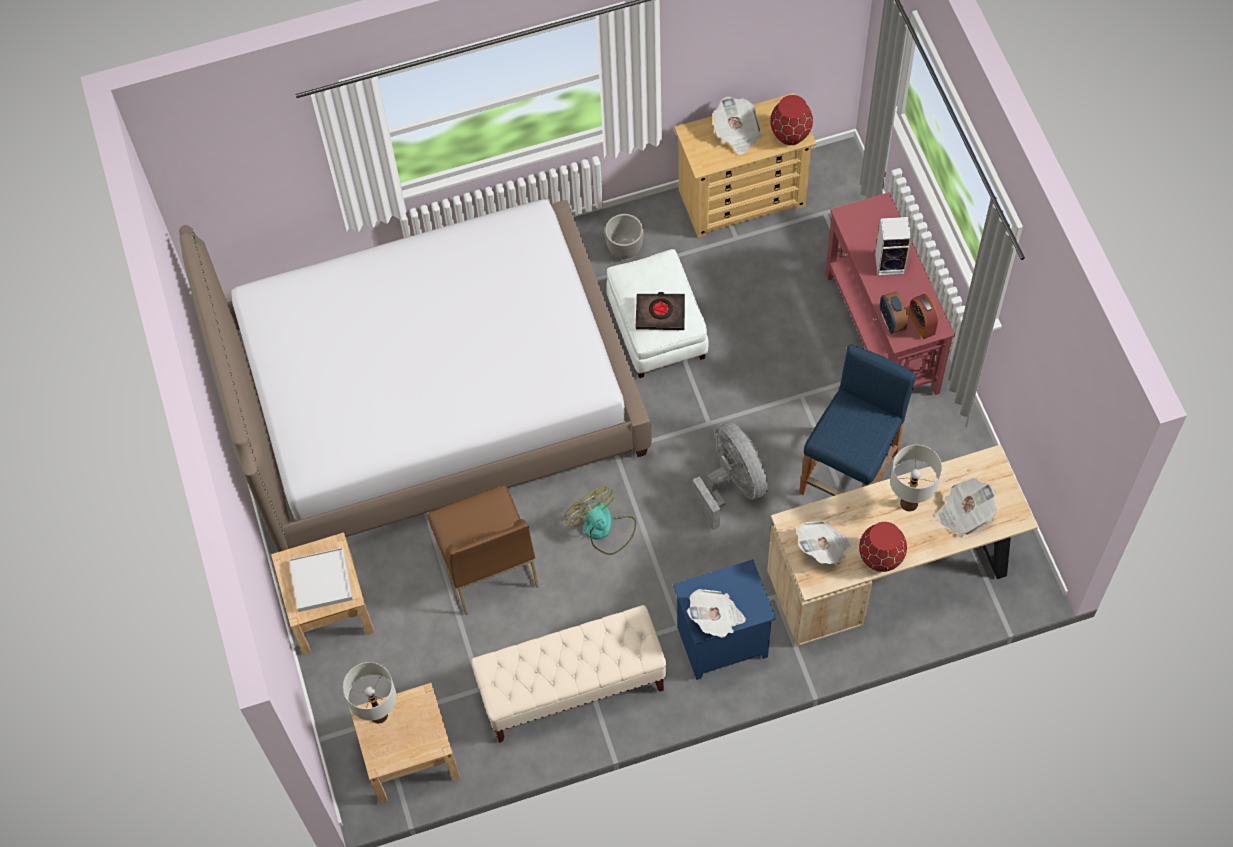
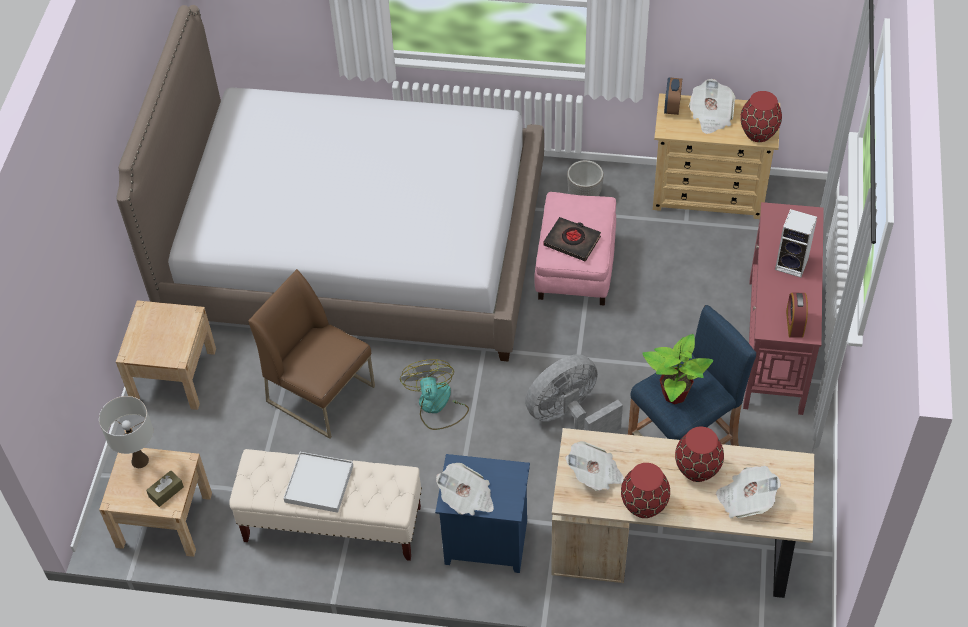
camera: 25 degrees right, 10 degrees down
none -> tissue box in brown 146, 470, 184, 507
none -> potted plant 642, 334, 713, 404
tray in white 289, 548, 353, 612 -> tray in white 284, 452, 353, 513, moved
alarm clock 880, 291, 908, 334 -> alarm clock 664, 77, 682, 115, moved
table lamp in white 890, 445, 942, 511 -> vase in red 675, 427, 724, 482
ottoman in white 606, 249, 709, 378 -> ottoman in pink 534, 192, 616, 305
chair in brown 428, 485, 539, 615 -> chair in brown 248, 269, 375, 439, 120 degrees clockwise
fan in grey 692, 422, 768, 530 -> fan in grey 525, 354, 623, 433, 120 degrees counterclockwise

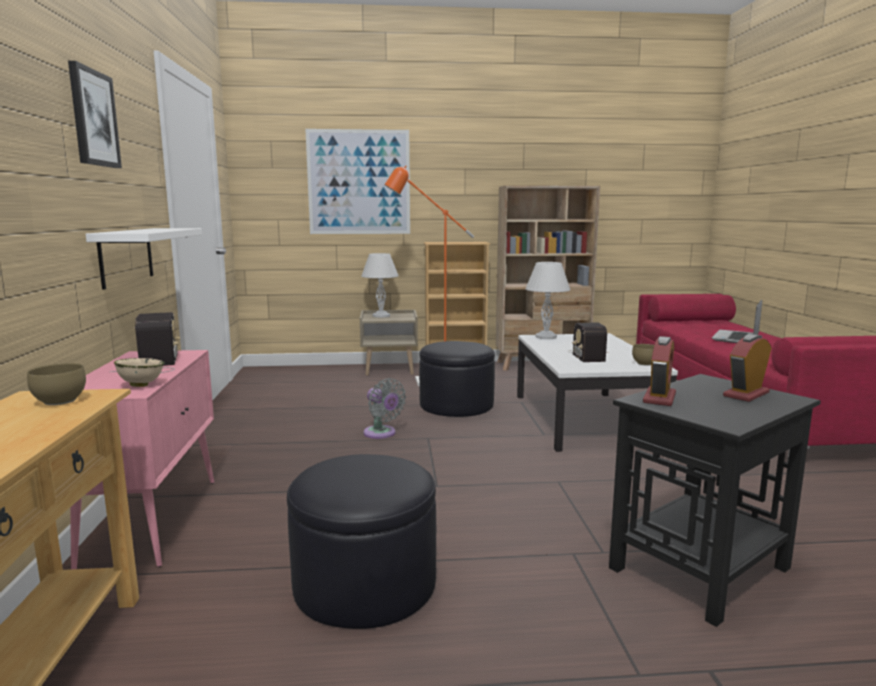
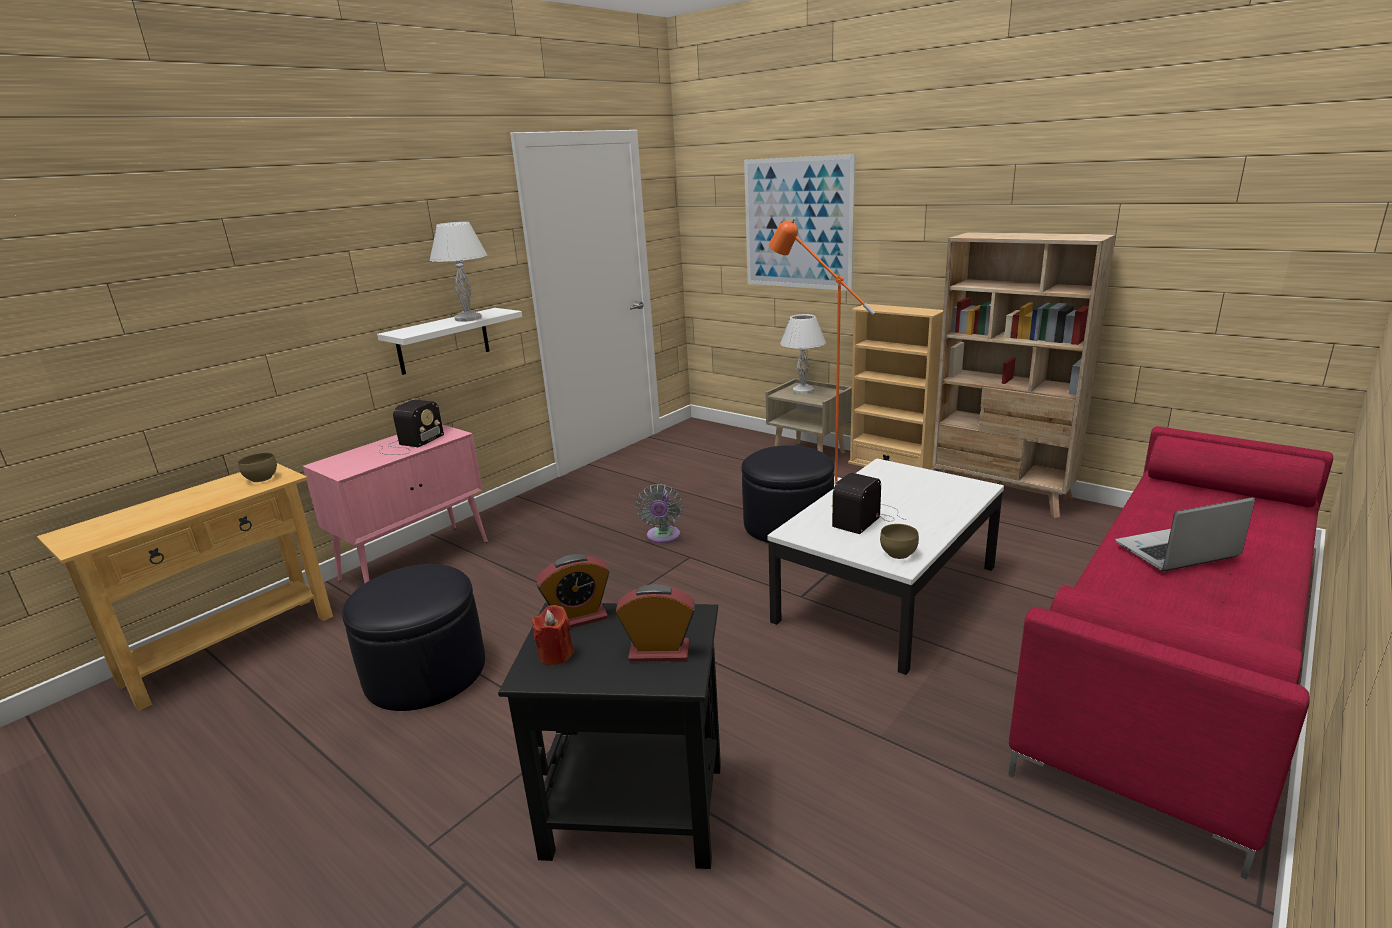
camera: 45 degrees right, 10 degrees up
picture 68, 61, 122, 168 -> none
bowl in beige 114, 358, 165, 387 -> none
none -> candle in red 532, 605, 573, 665
table lamp in white 525, 262, 571, 339 -> table lamp in white 430, 222, 487, 322, moved

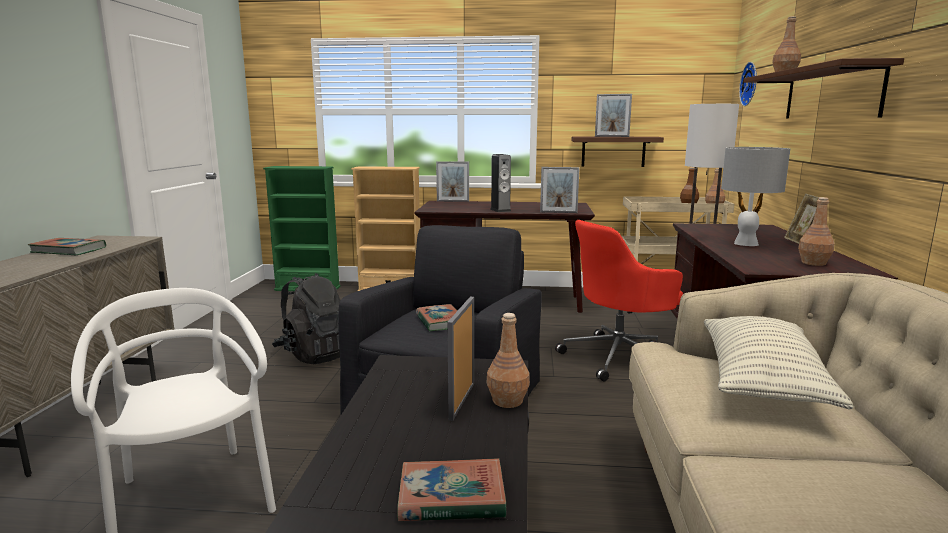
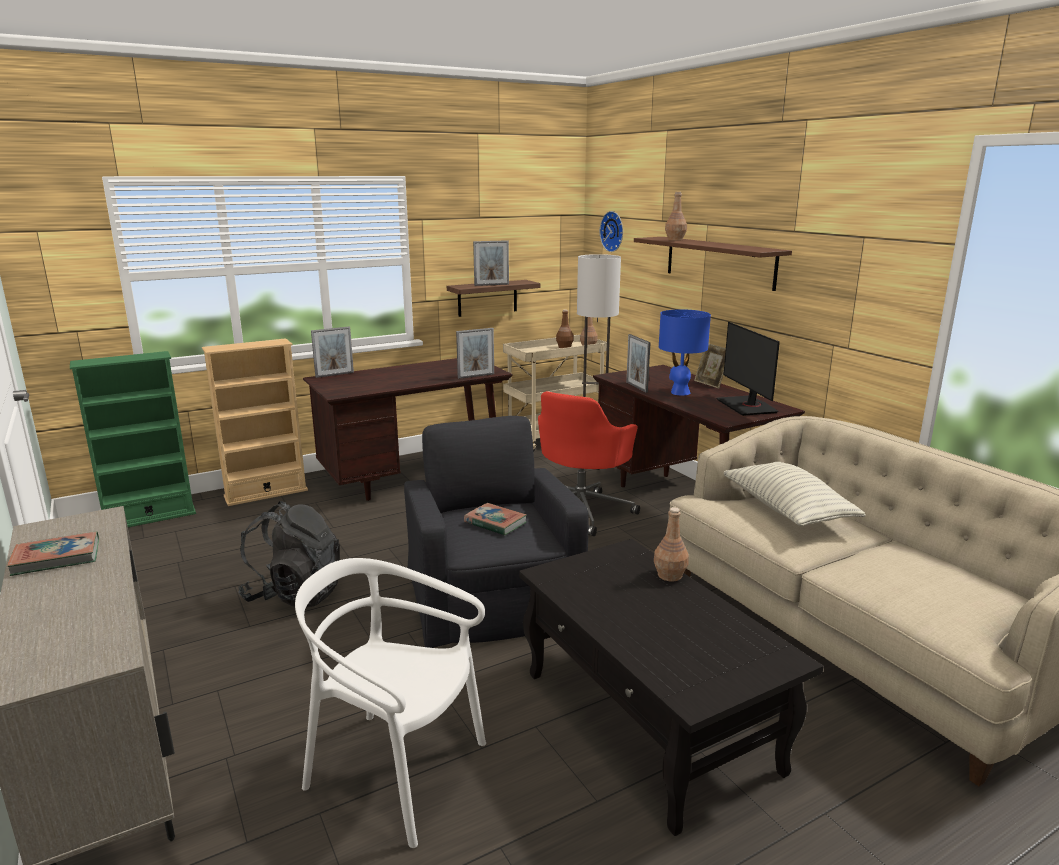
camera: 35 degrees left, 5 degrees up
book 397, 458, 506, 521 -> none
speaker 490, 154, 511, 212 -> none
picture frame 447, 297, 474, 421 -> picture frame 626, 334, 651, 393, moved
bottle in brown 798, 197, 835, 266 -> monitor 717, 322, 780, 416
table lamp in grey 721, 147, 790, 246 -> table lamp in blue 659, 309, 711, 396

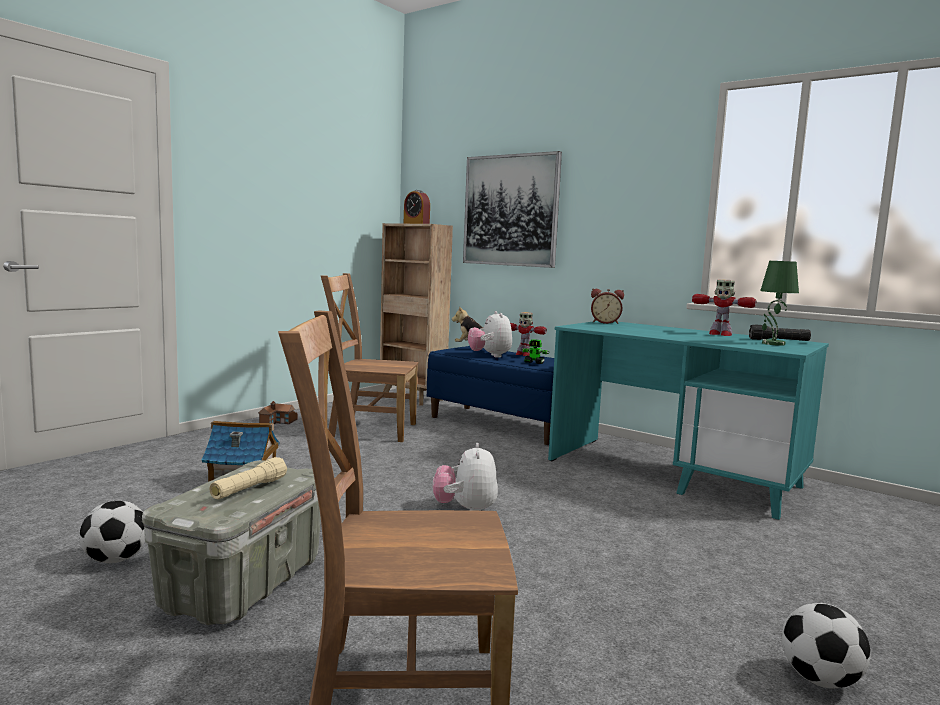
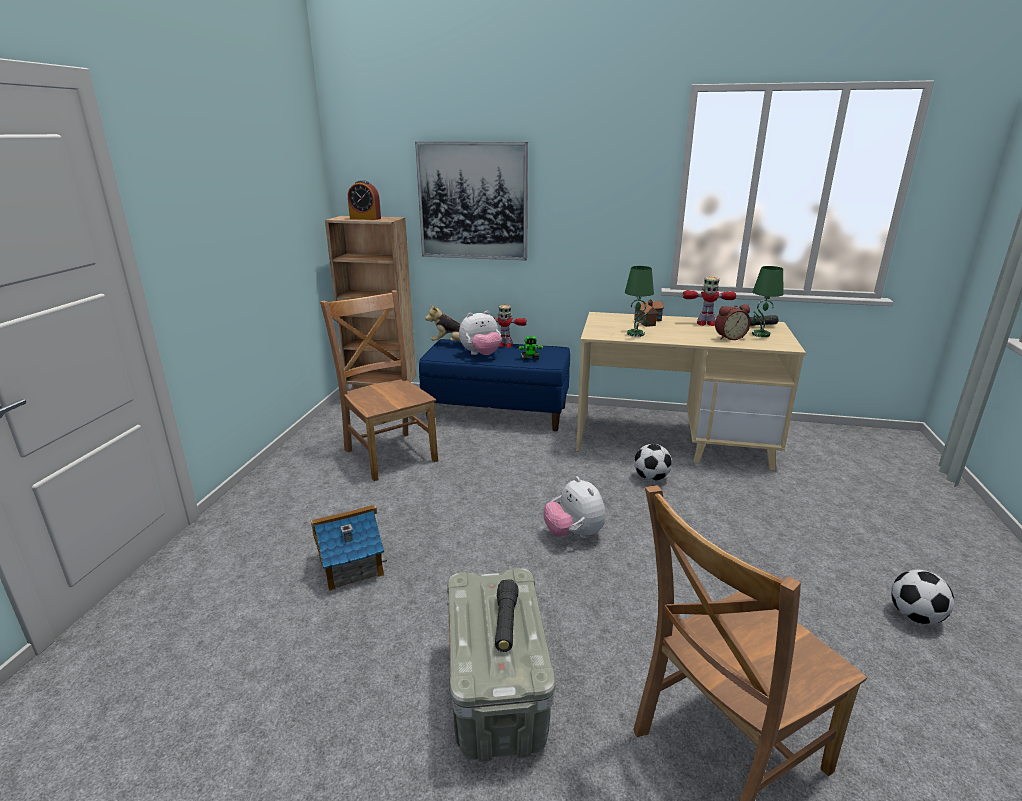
camera: 25 degrees left, 15 degrees up
none -> table lamp in green 625, 266, 654, 337
football 79, 501, 145, 563 -> football 634, 444, 672, 481, moved
toy house 258, 401, 297, 424 -> toy house 634, 299, 664, 327, moved
alarm clock 591, 289, 624, 324 -> alarm clock 715, 304, 751, 340, moved
flashlight in beige 209, 457, 287, 499 -> flashlight in black 495, 579, 519, 652
desk in turquoise 548, 321, 829, 520 -> desk in beige 576, 312, 806, 470
chair in brown 321, 273, 419, 442 -> chair in brown 320, 290, 438, 481, 75 degrees clockwise
plush toy 468, 311, 512, 358 -> plush toy 459, 311, 501, 355, 75 degrees counterclockwise

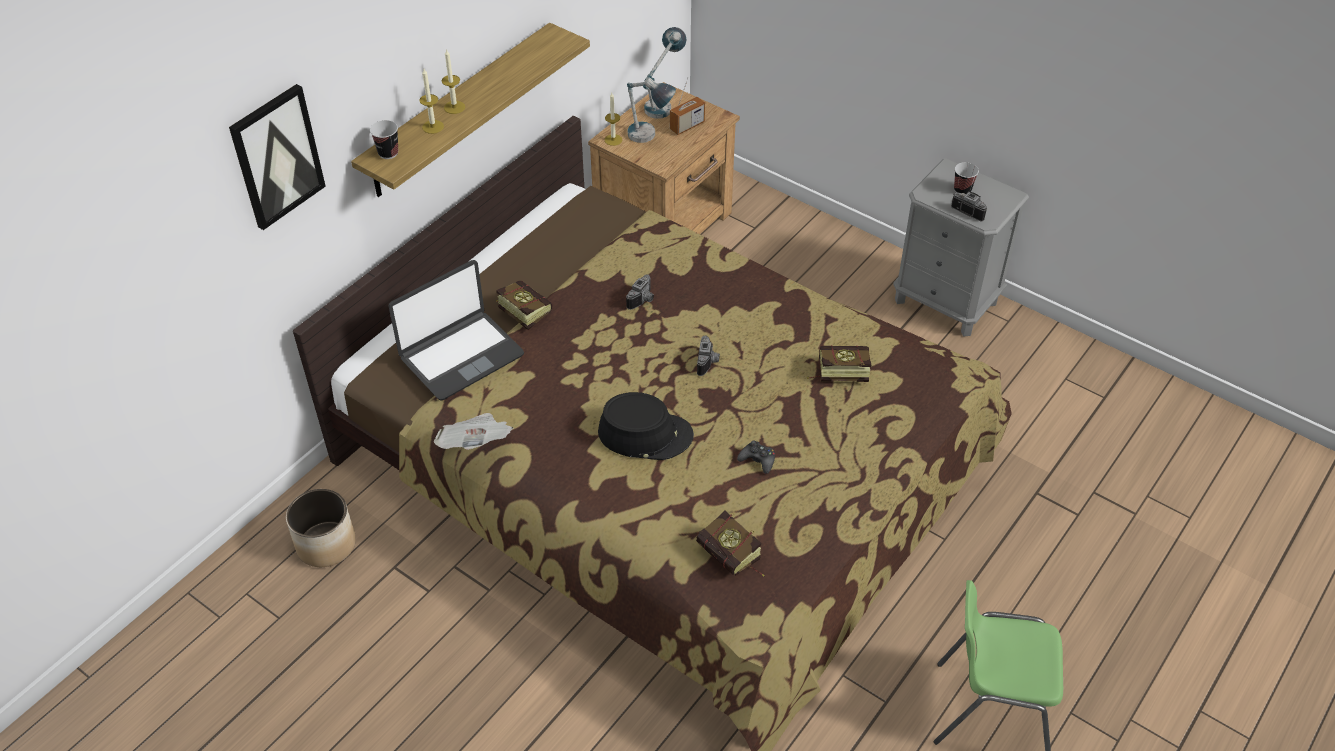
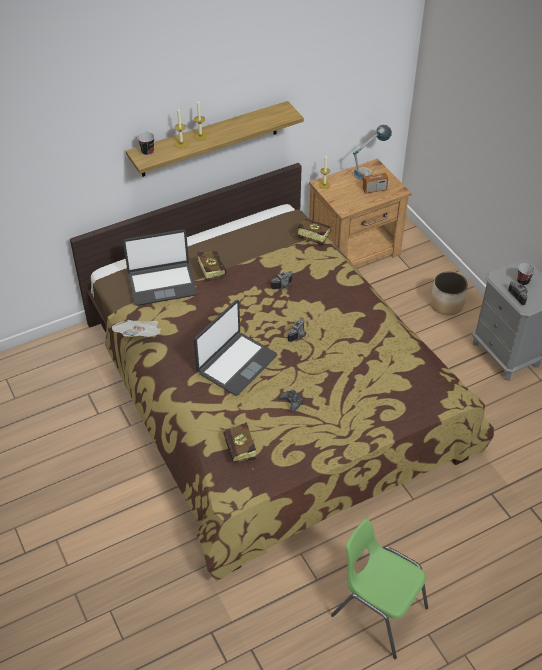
camera: 25 degrees right, 0 degrees up
picture 229, 84, 326, 230 -> none
table lamp 627, 77, 676, 143 -> none
planter 286, 489, 356, 567 -> planter 430, 271, 468, 315, moved
book 807, 345, 871, 382 -> book 293, 219, 331, 245, moved
hat in black 598, 392, 694, 460 -> laptop 194, 300, 277, 396

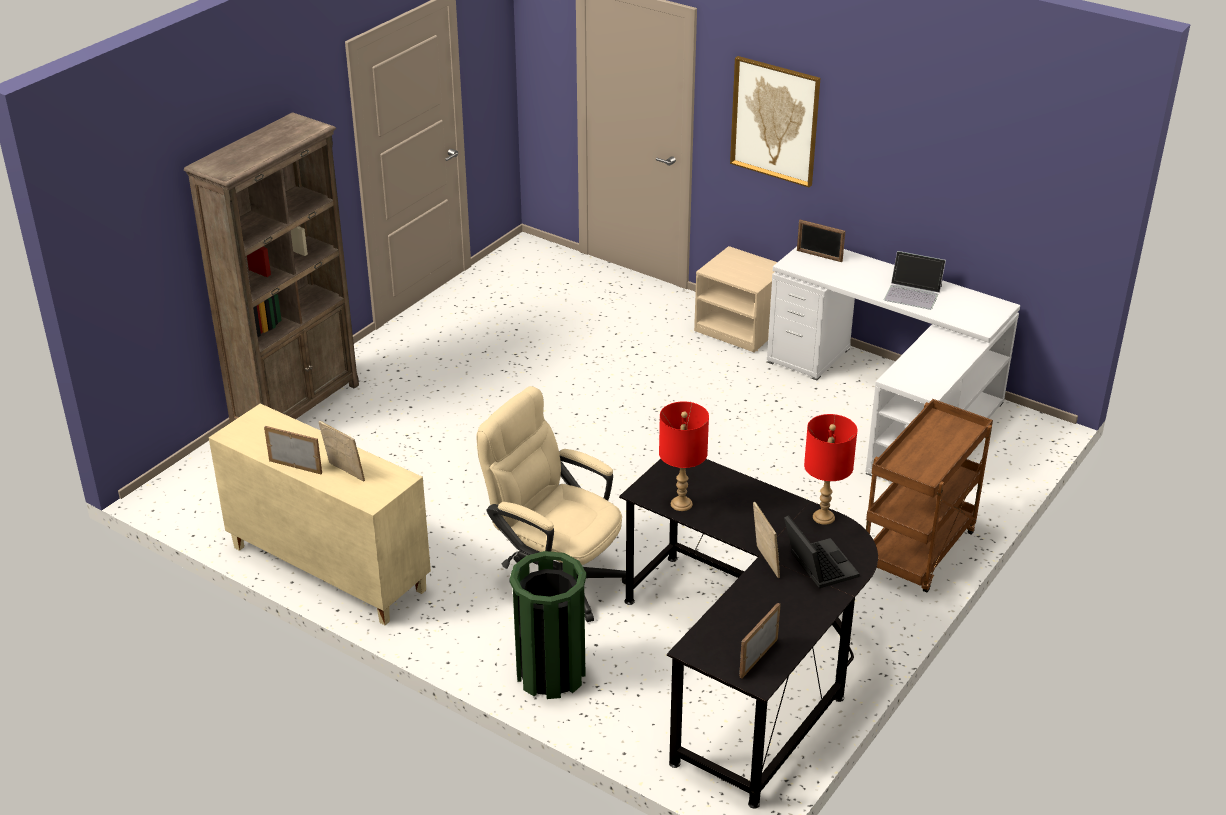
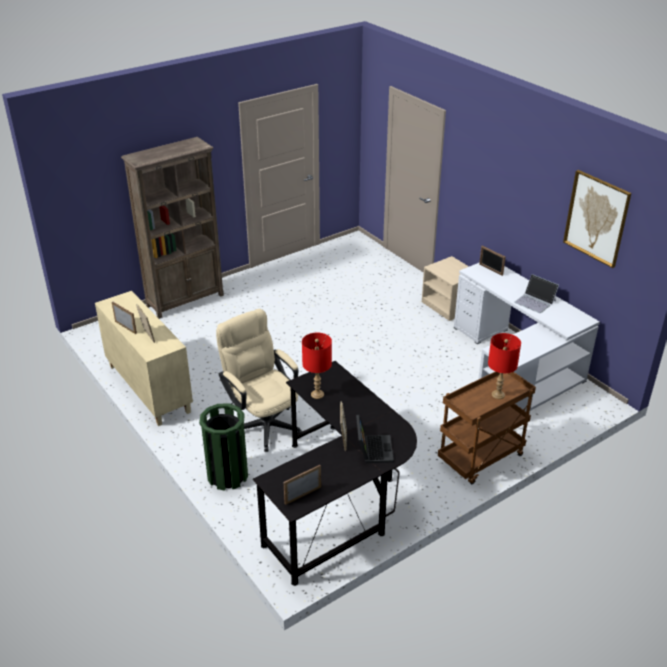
camera: 20 degrees right, 0 degrees up
picture 730, 56, 820, 187 -> picture 563, 170, 631, 268, moved
table lamp in red 804, 414, 858, 525 -> table lamp in red 488, 333, 521, 399, moved

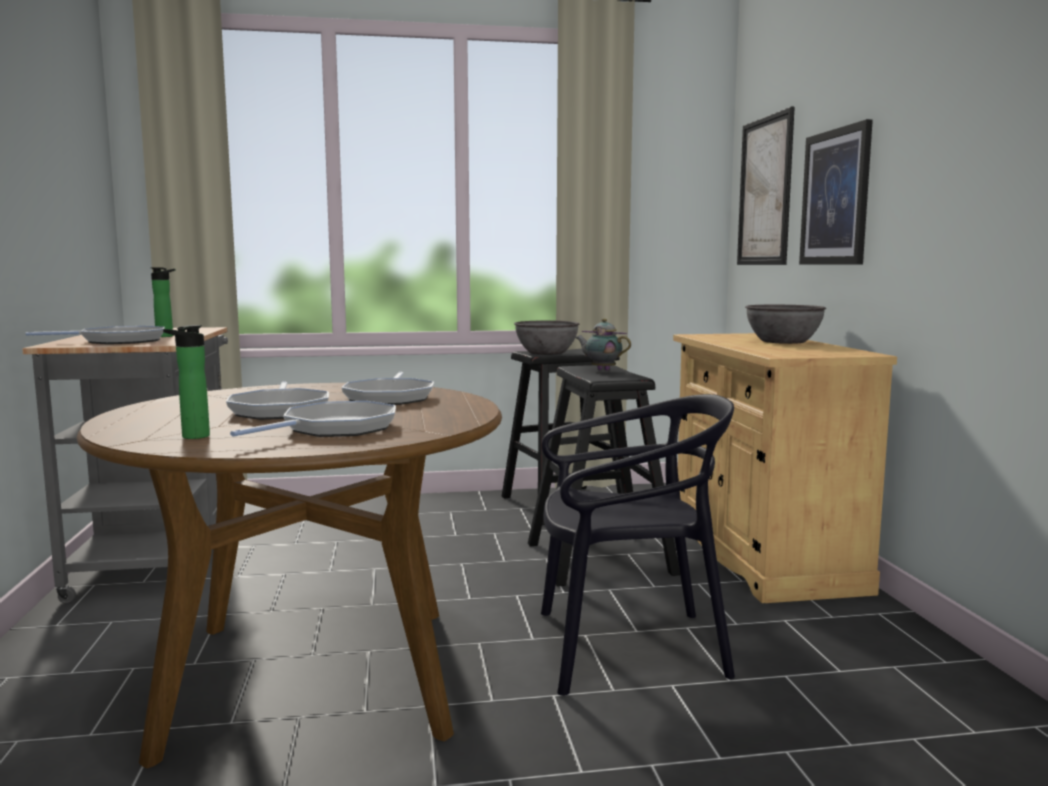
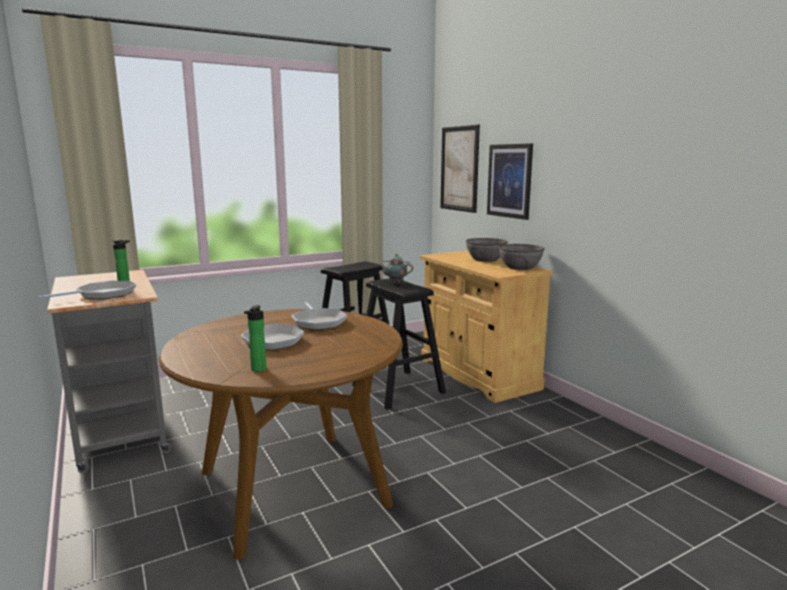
camera: 20 degrees left, 5 degrees up
frying pan 230, 401, 396, 437 -> none
chair in black 541, 394, 735, 696 -> none
bowl in grey 514, 321, 580, 354 -> bowl in grey 498, 244, 545, 270, moved

